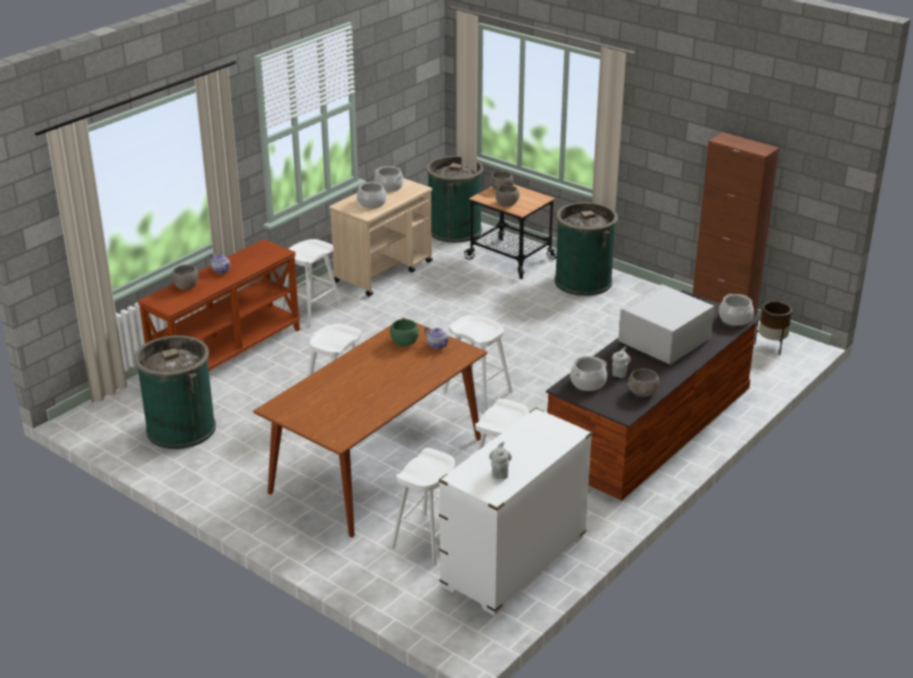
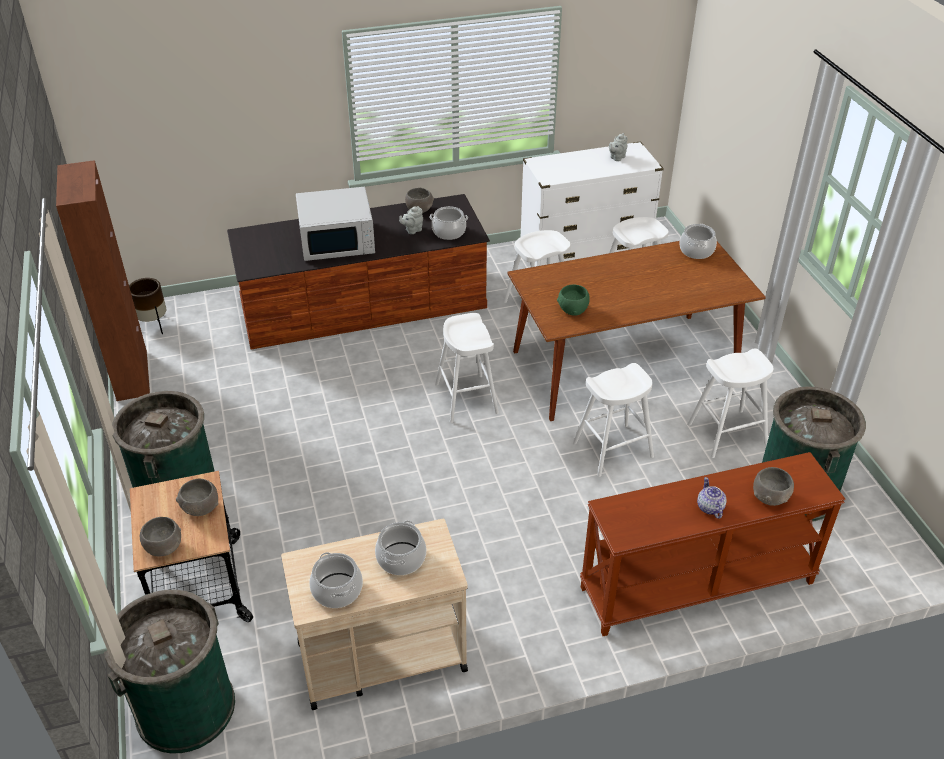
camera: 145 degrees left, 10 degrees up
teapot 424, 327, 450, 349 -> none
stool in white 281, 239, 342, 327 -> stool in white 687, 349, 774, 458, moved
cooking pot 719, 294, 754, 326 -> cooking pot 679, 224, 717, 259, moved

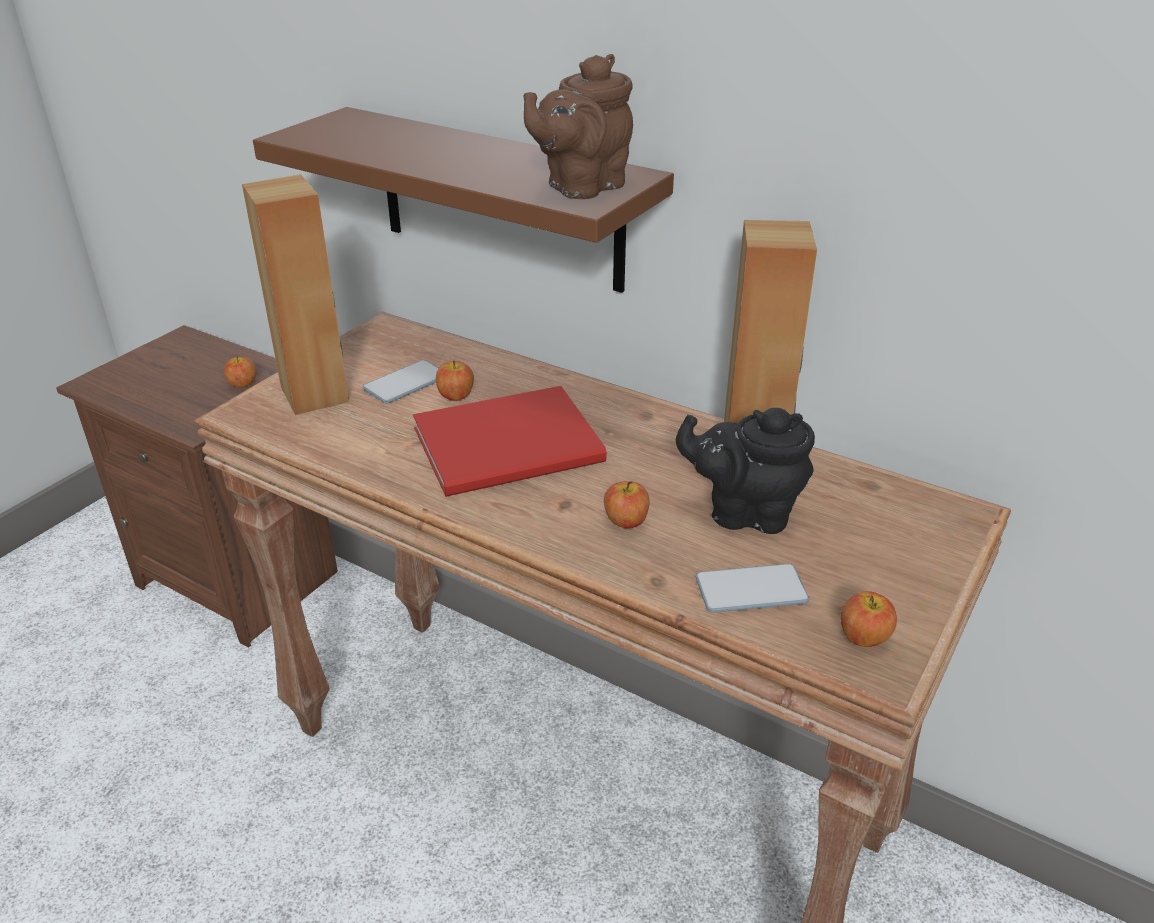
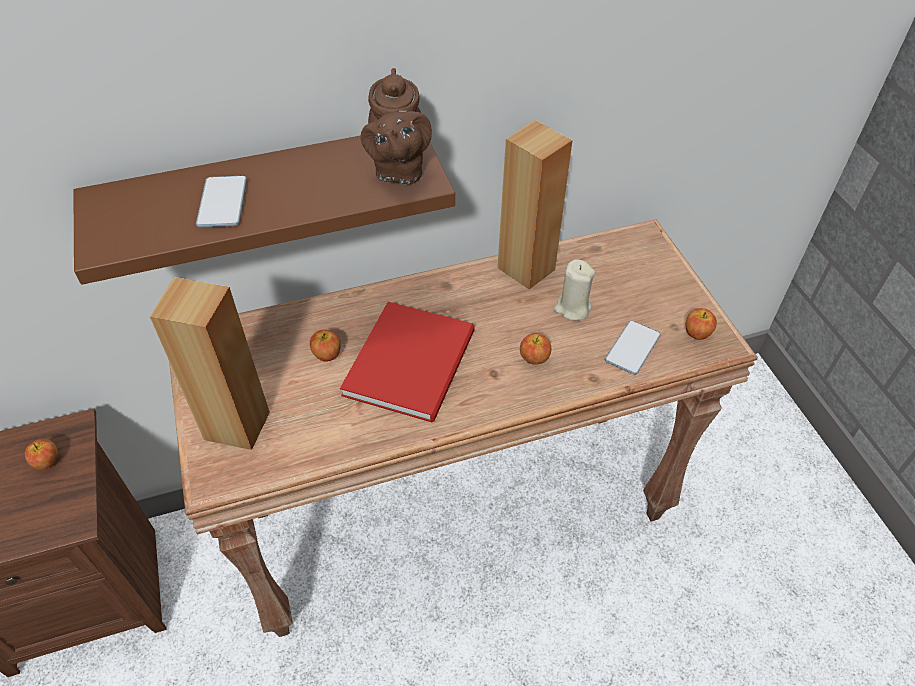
camera: 50 degrees left, 15 degrees up
phone 363, 360, 438, 403 -> phone 196, 176, 247, 228, moved
teapot in black 676, 408, 815, 534 -> candle in beige 554, 259, 595, 321

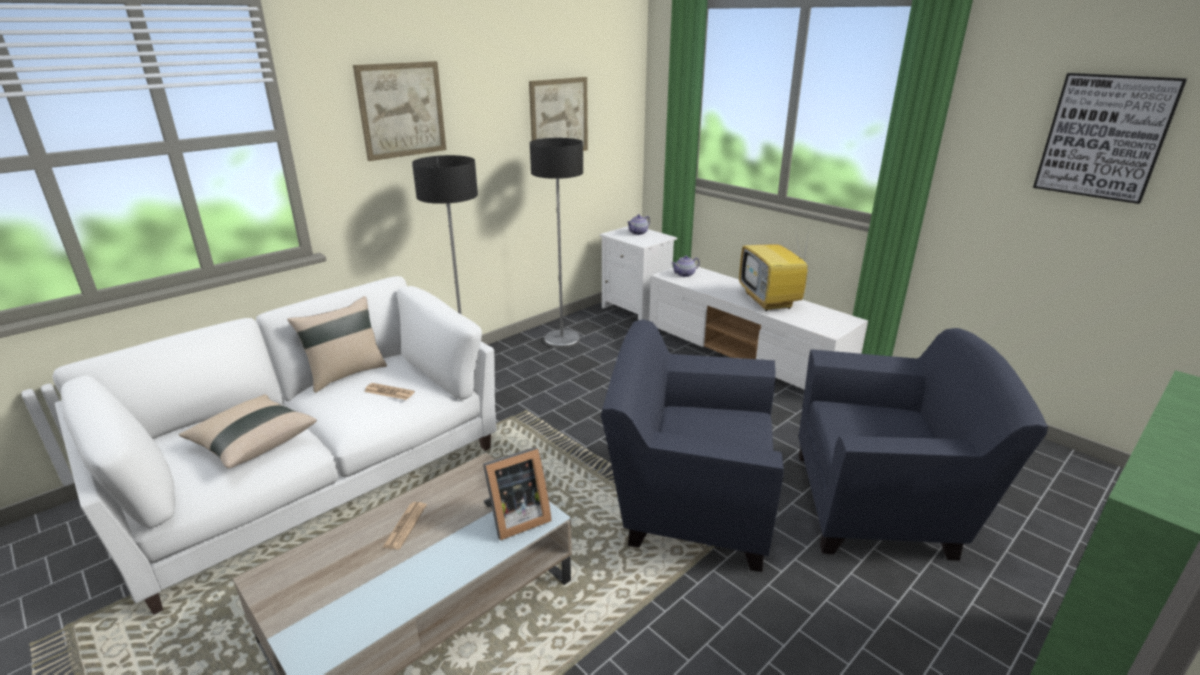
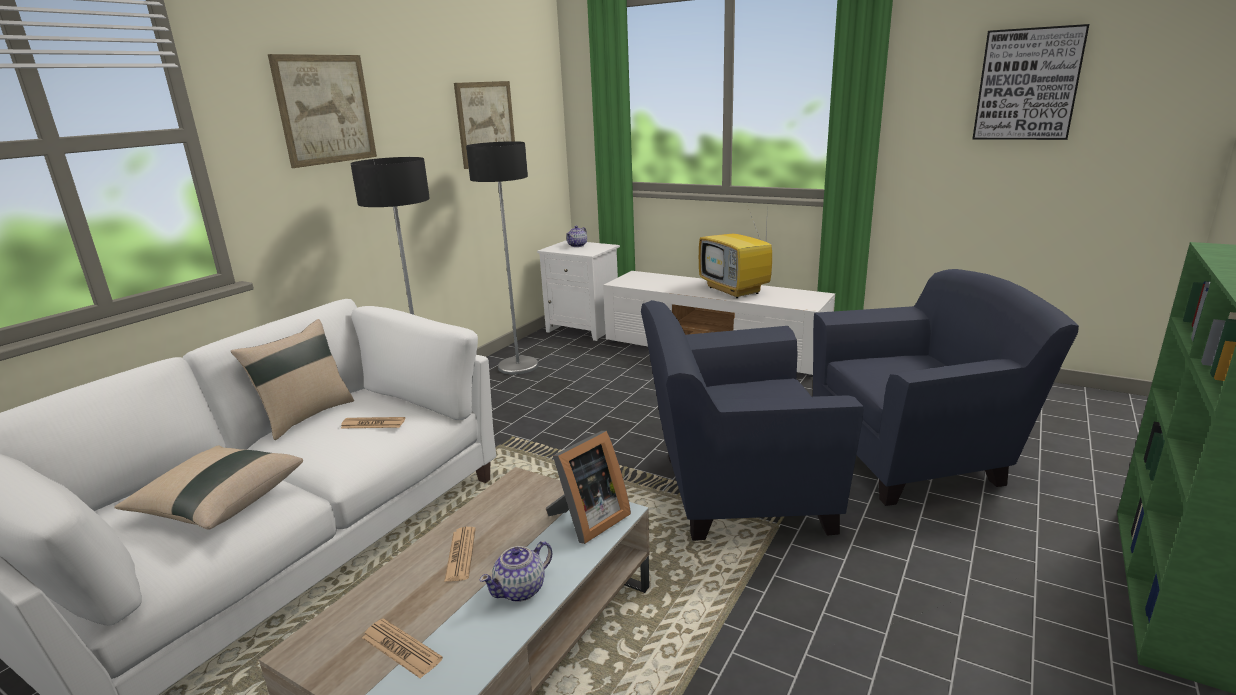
camera: 15 degrees left, 5 degrees down
none -> newspaper 362, 618, 443, 679
teapot 672, 255, 700, 277 -> teapot 480, 541, 552, 602, moved

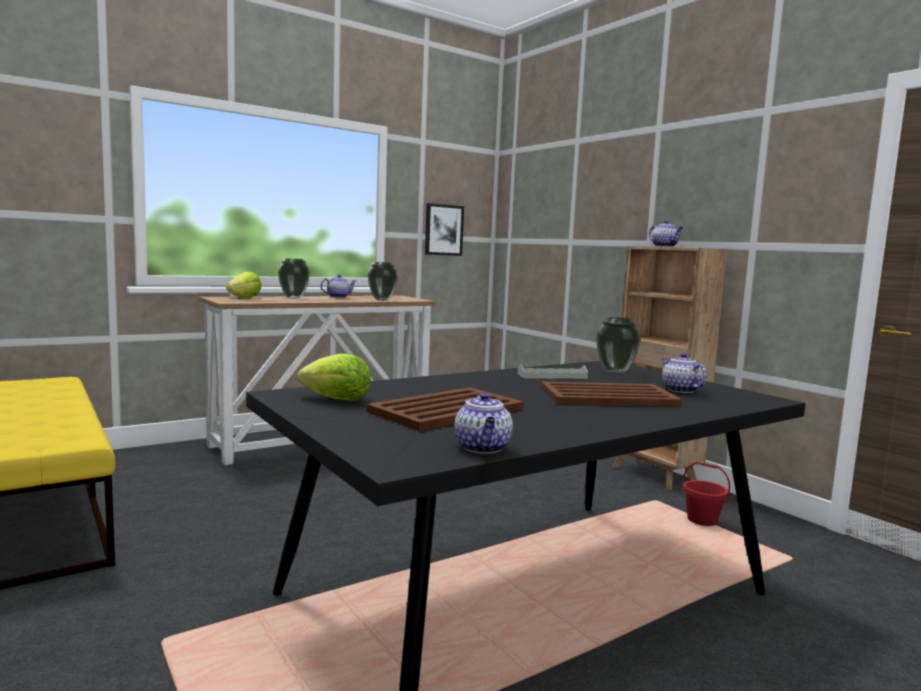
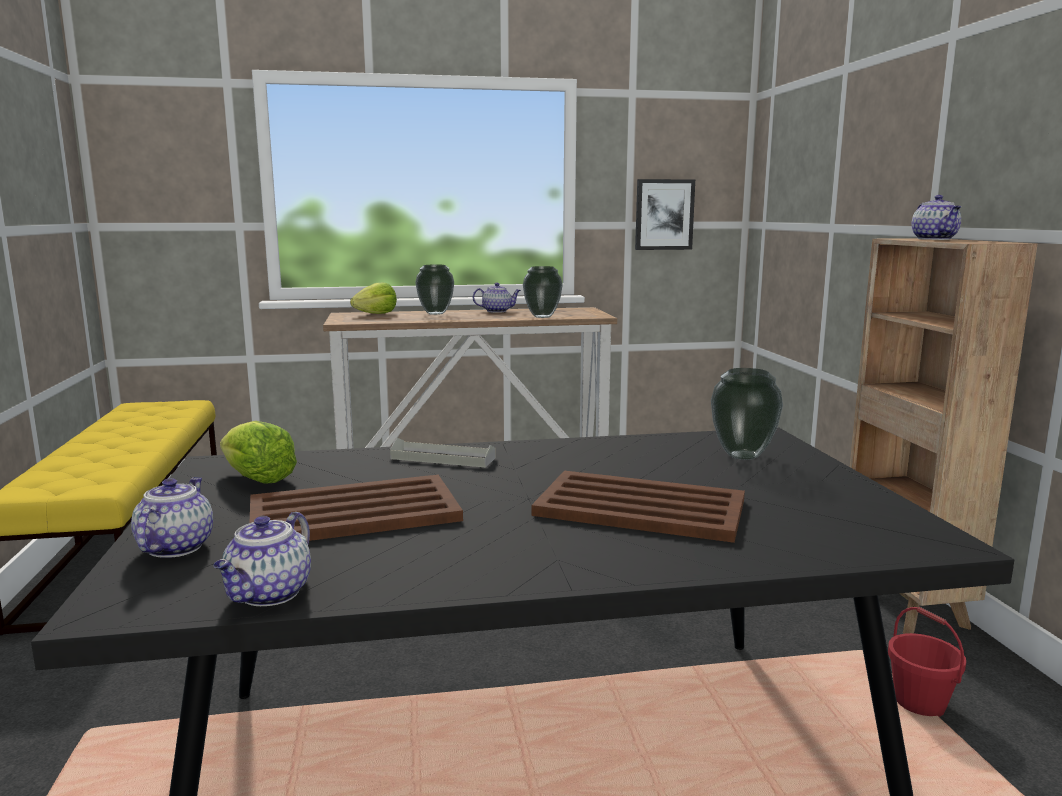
camera: 25 degrees right, 5 degrees up
tray in grey 518, 364, 588, 379 -> tray in grey 390, 438, 496, 467, moved
teapot 662, 353, 707, 393 -> teapot 131, 477, 213, 558, moved

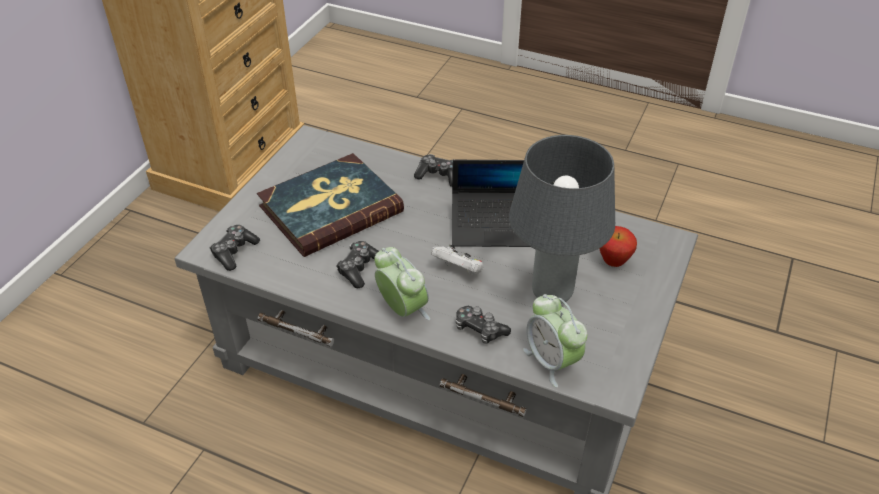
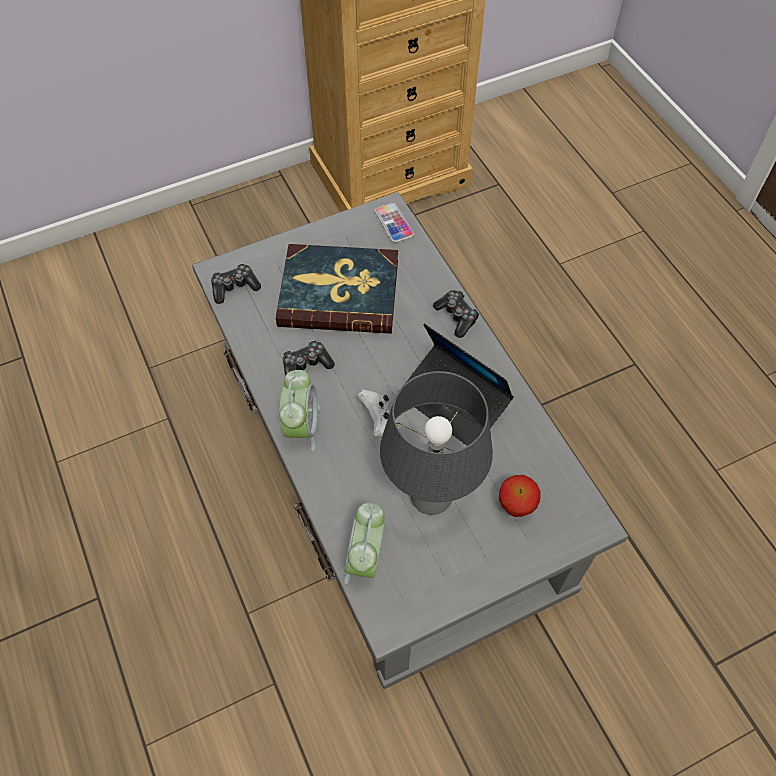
camera: 40 degrees right, 15 degrees up
game controller 456, 306, 511, 344 -> none
none -> phone 374, 203, 414, 243

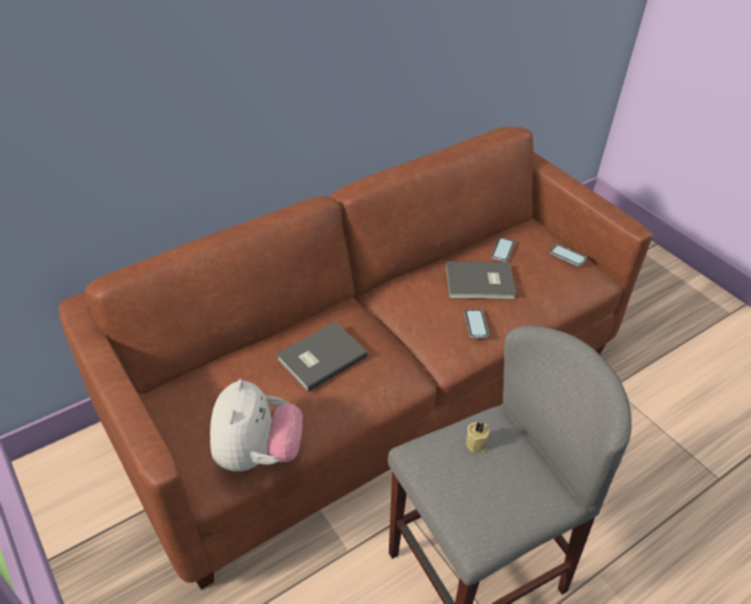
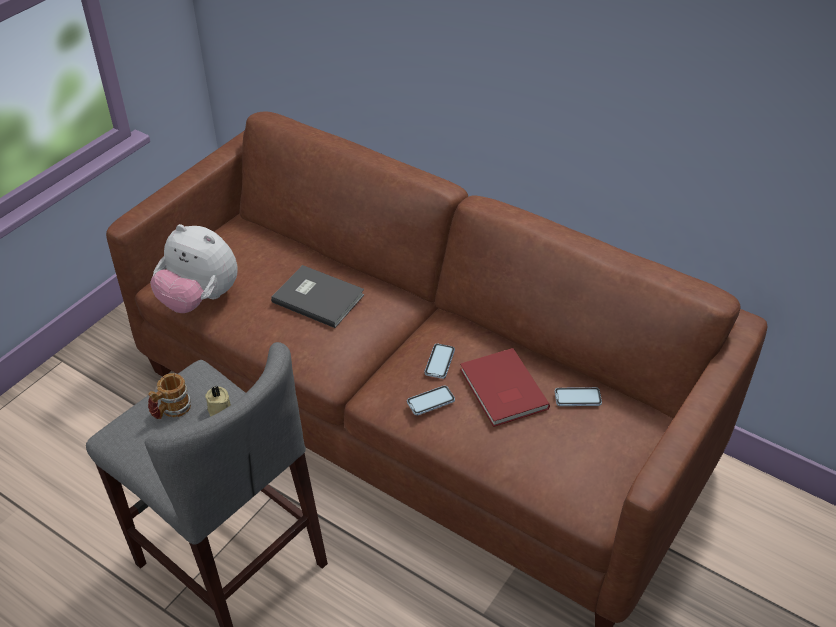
camera: 70 degrees right, 0 degrees up
none -> mug 148, 373, 191, 419
phone 550, 244, 587, 266 -> phone 424, 344, 455, 379, moved
book in grey 446, 261, 516, 299 -> book in red 460, 348, 550, 427
plush toy 210, 379, 303, 472 -> plush toy 151, 224, 238, 313, 45 degrees clockwise

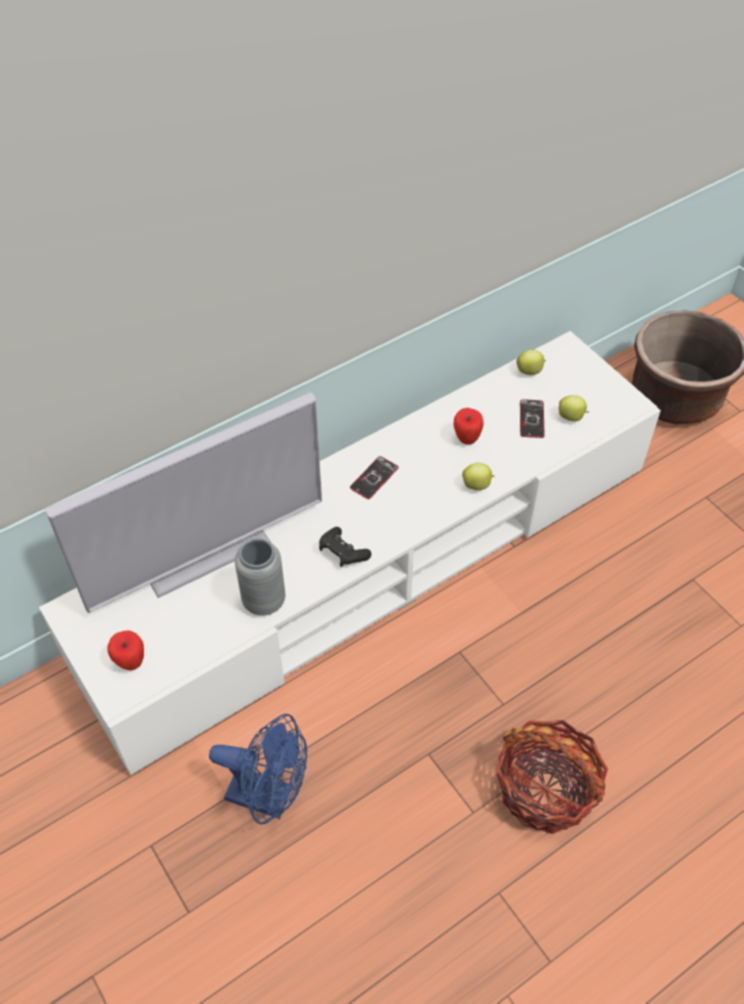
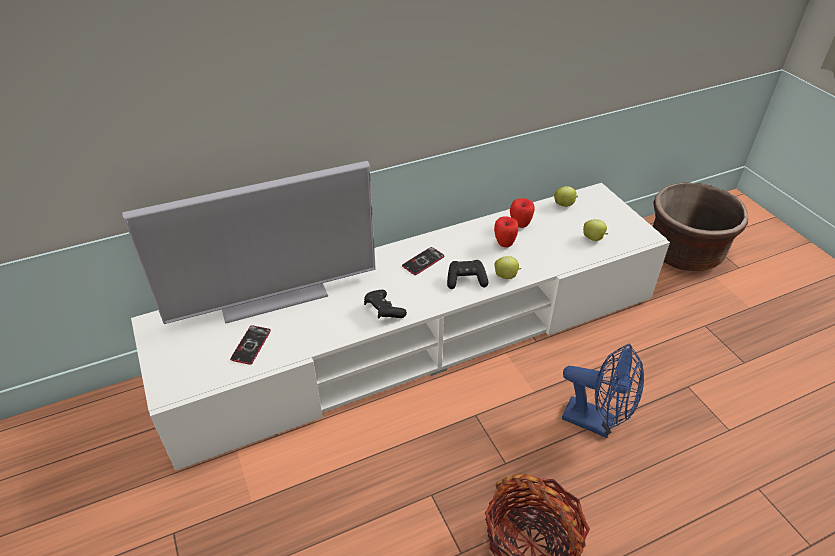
camera: 10 degrees right, 10 degrees down
vase in grey 235, 538, 285, 616 -> none
none -> game controller in black 447, 260, 488, 289
apple 107, 631, 144, 670 -> apple 510, 198, 535, 228, moved
fan in blue 209, 714, 307, 824 -> fan in blue 562, 344, 644, 438, moved
phone 520, 399, 545, 438 -> phone 230, 325, 271, 365, moved

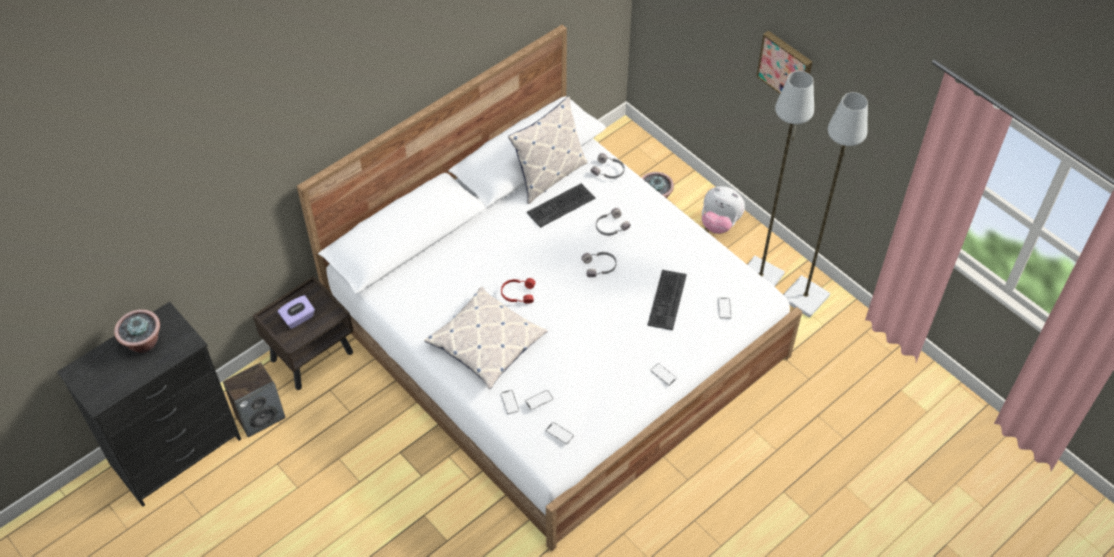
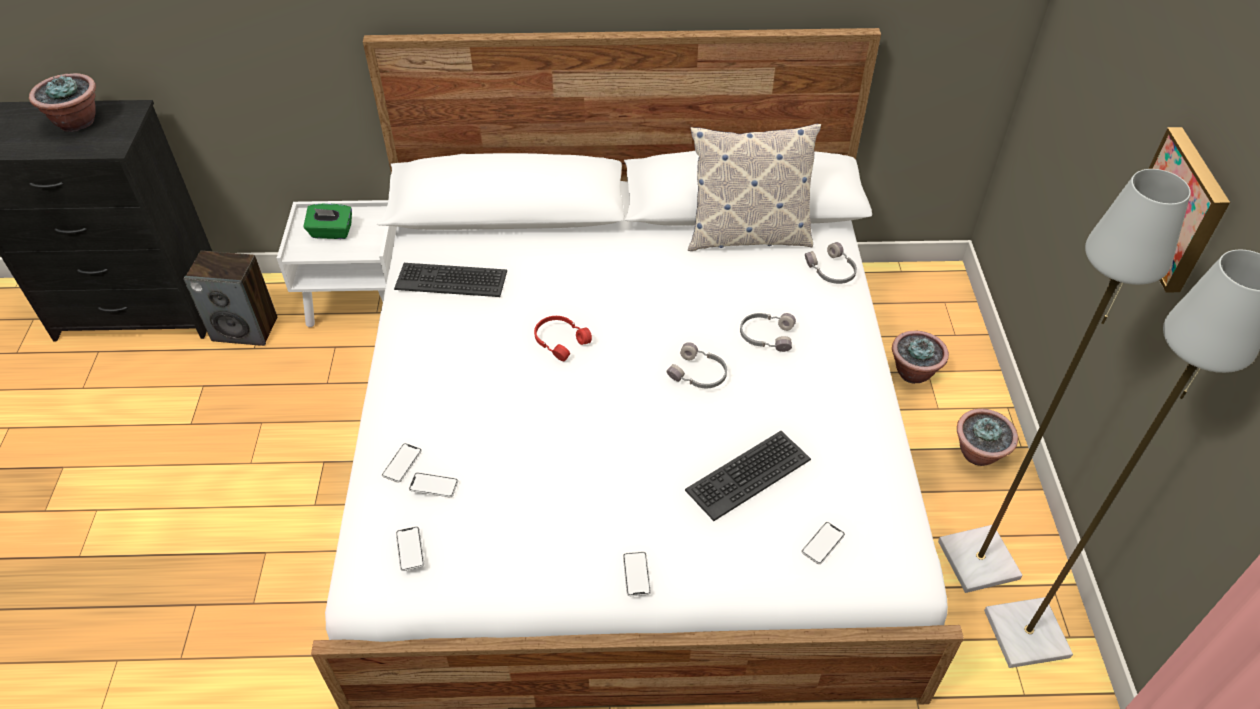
camera: 40 degrees right, 5 degrees down
pillow 424, 287, 548, 389 -> none
keyboard 527, 183, 595, 228 -> keyboard 394, 263, 507, 297, moved
plush toy 702, 186, 745, 234 -> potted plant 957, 409, 1018, 466
nightstand in brown 253, 276, 354, 390 -> nightstand in white 277, 200, 397, 327
tissue box in purple 278, 295, 315, 329 -> tissue box in green 303, 203, 352, 239

